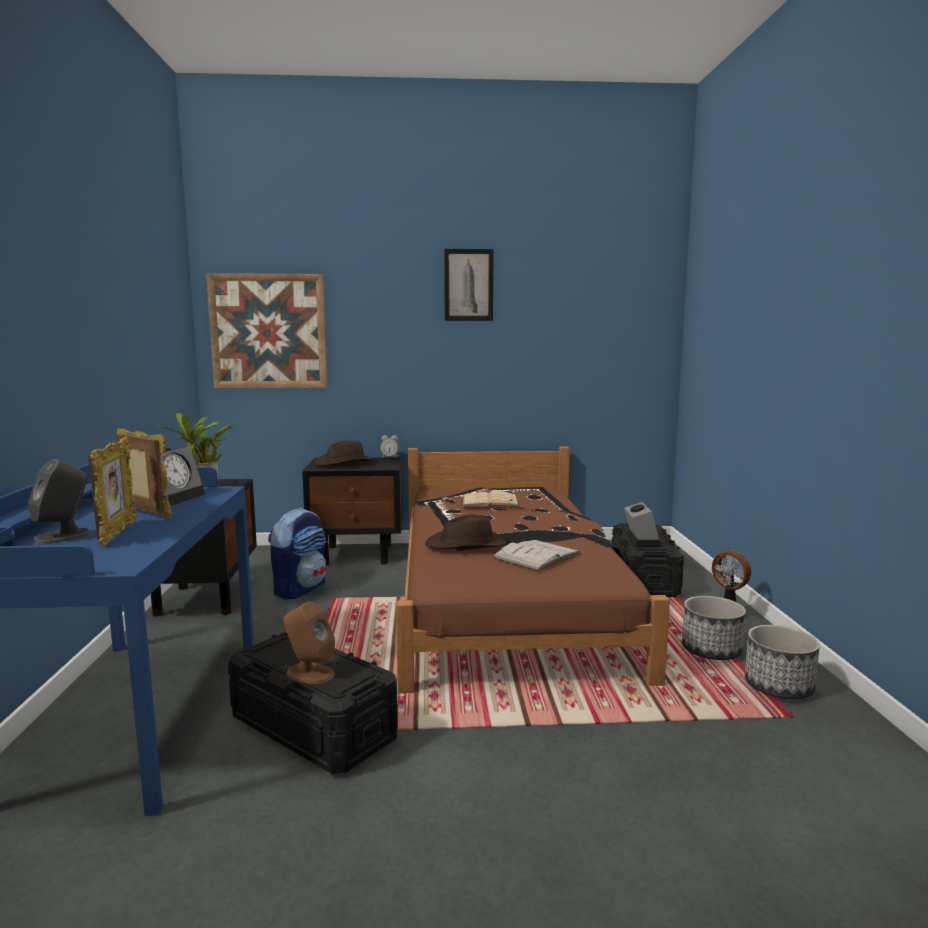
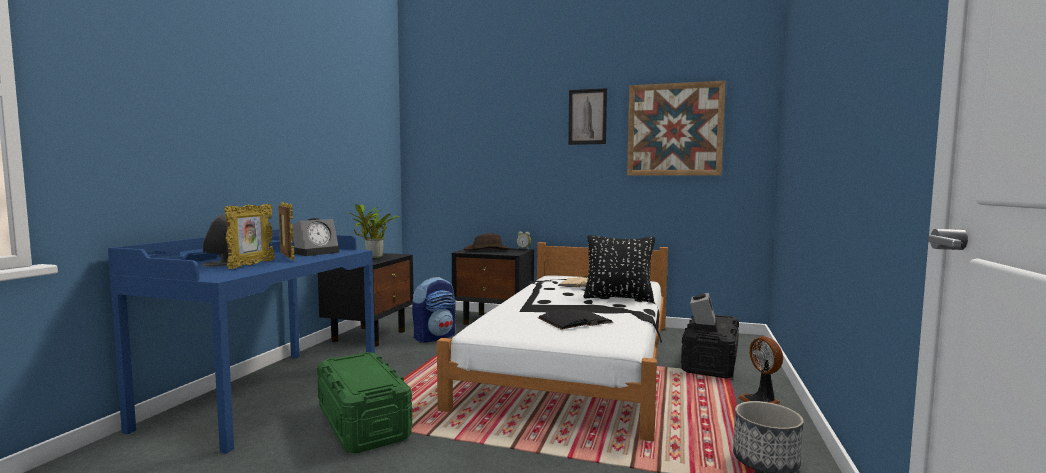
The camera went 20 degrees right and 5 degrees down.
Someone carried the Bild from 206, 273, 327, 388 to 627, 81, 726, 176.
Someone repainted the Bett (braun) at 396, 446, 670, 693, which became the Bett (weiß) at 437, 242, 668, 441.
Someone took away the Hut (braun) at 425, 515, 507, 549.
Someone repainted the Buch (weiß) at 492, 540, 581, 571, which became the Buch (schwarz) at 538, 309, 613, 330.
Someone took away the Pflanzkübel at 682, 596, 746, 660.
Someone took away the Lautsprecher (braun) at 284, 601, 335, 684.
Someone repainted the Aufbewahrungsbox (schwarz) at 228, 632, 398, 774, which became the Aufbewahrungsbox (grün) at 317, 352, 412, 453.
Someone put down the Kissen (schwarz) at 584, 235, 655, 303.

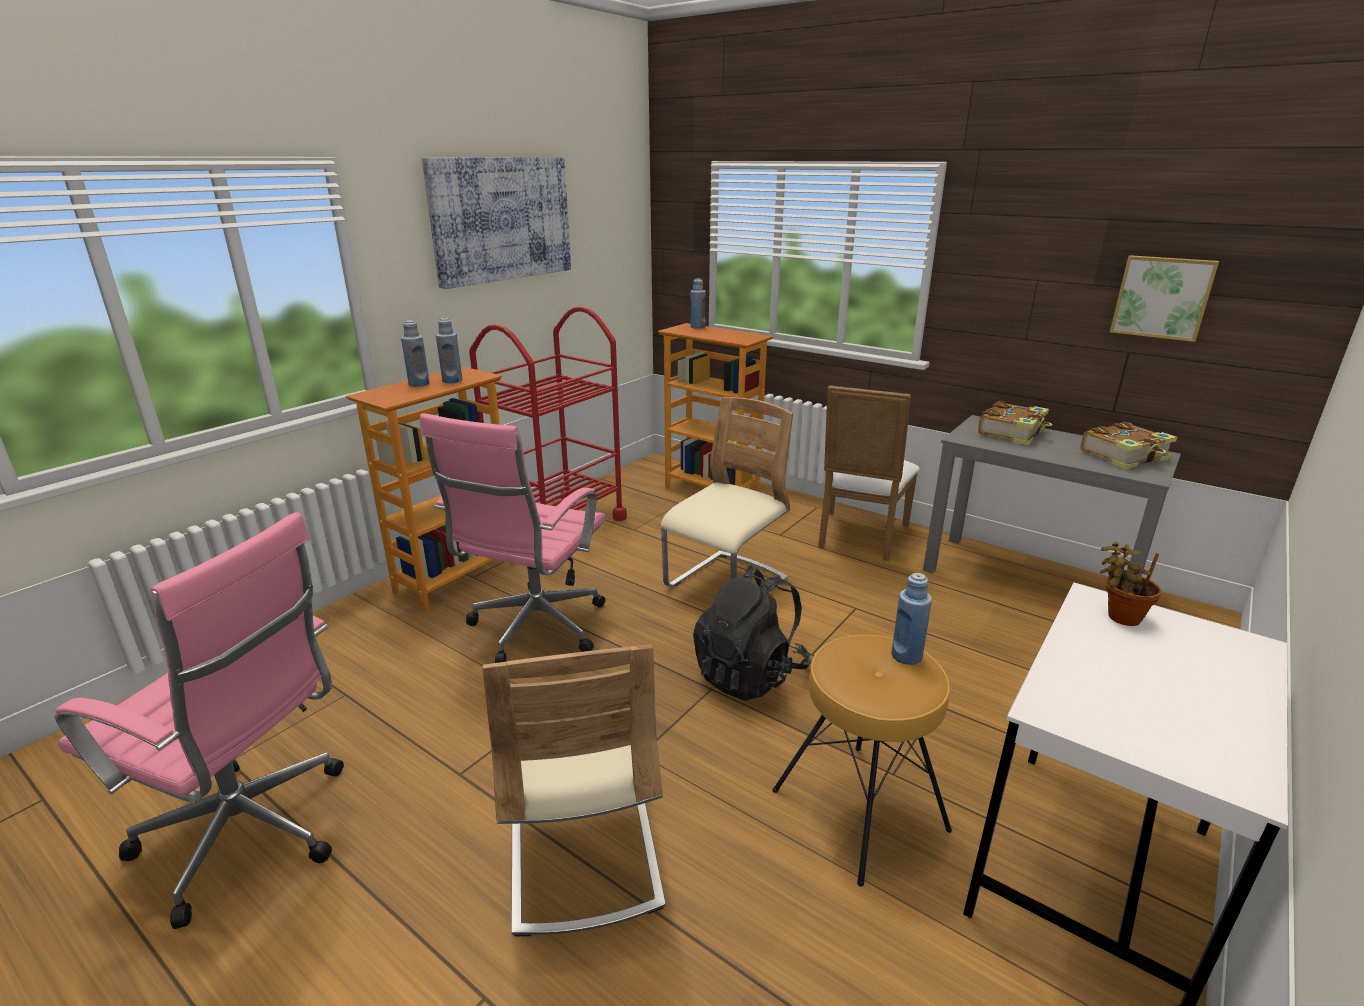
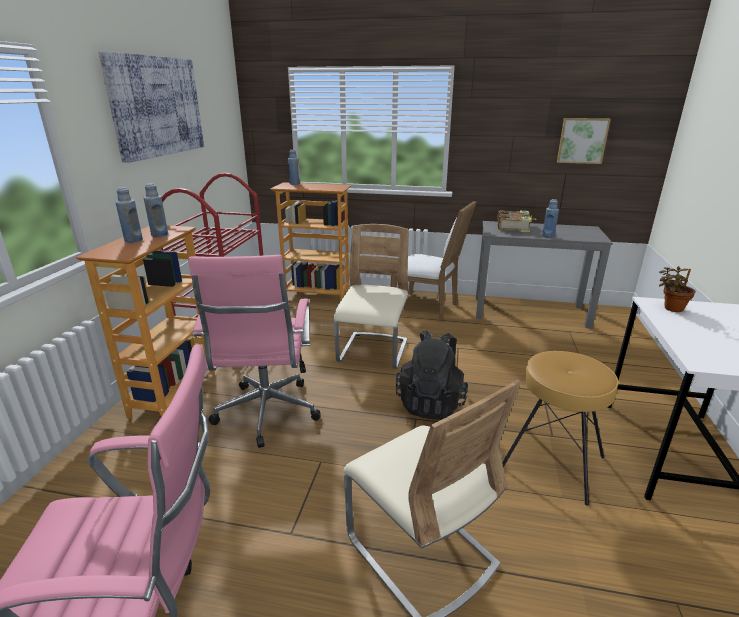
The camera went 25 degrees left and 0 degrees up.
Someone rotated the Stuhl (weiß) at 818, 385, 920, 561 by 60 degrees counterclockwise.
Someone took away the Buch at 1080, 422, 1177, 469.
Someone carried the Flasche (blau) from 892, 573, 932, 665 to 542, 199, 559, 238.

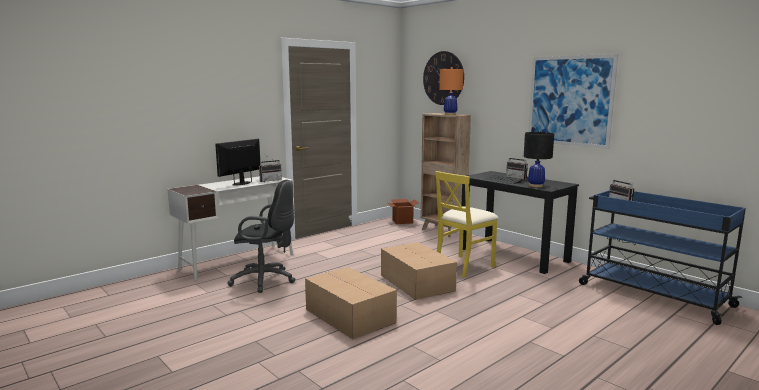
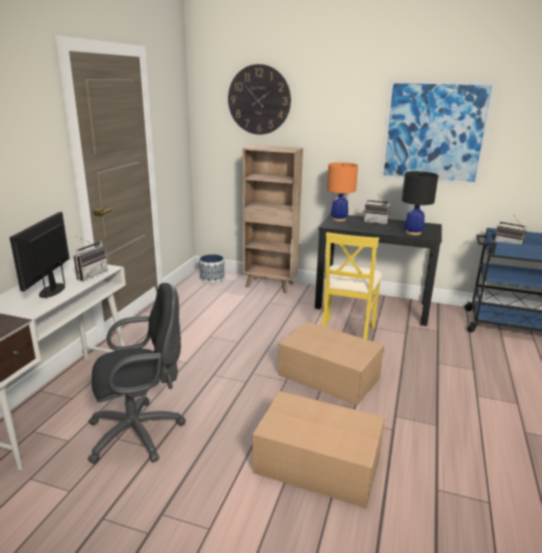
The camera went 30 degrees left and 10 degrees up.
Someone carried the Tischlampe (orange) from 439, 67, 464, 115 to 327, 162, 358, 222.
Someone swapped the Karton at 387, 199, 419, 224 for the Pflanzkübel at 199, 254, 224, 283.

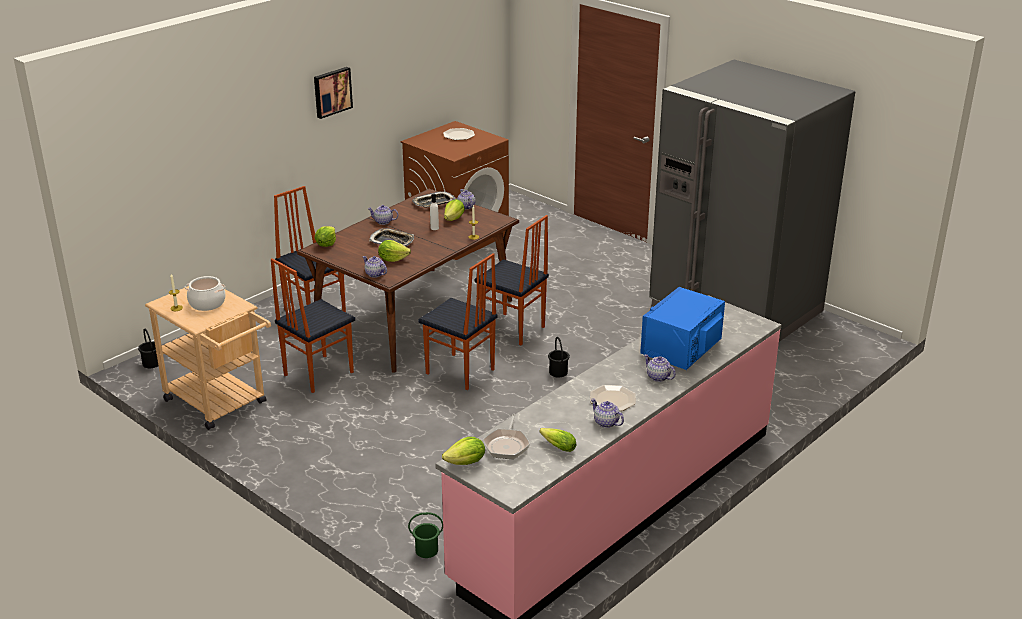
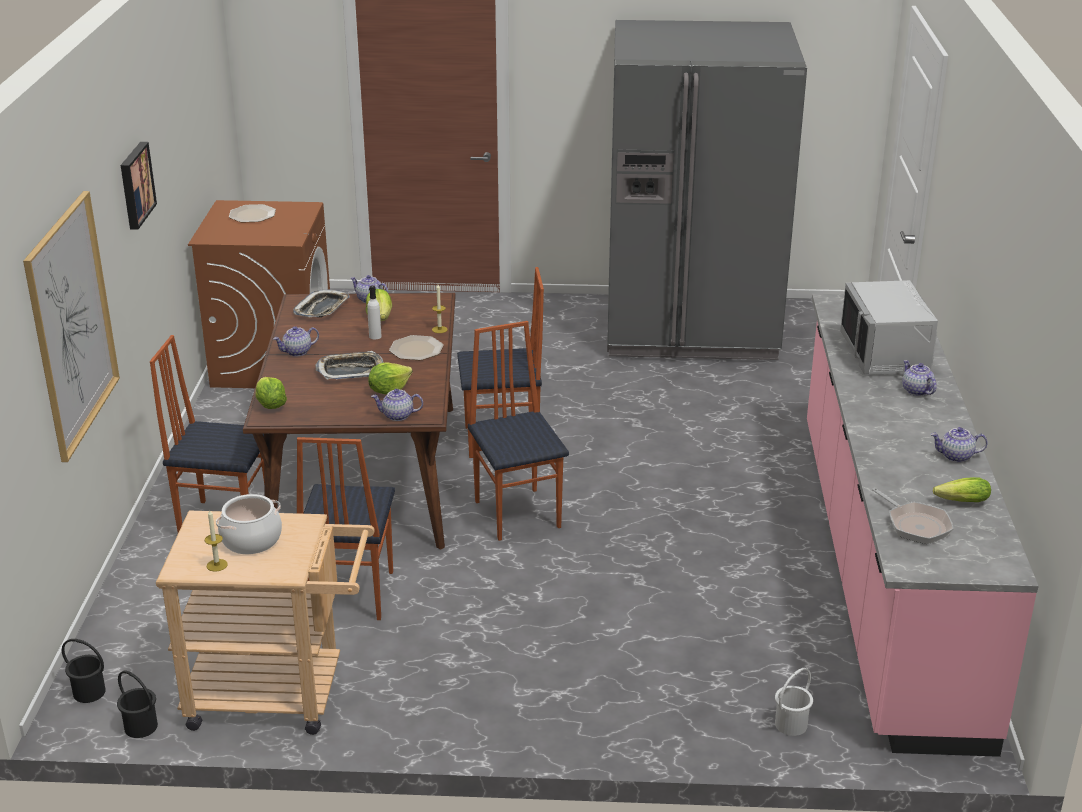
The camera went 40 degrees left and 0 degrees up.
Someone rotated the Stuhl at 418, 253, 498, 390 by 105 degrees counterclockwise.
Someone repainted the Mikrowelle (blau) at 640, 287, 725, 370, which became the Mikrowelle (grau) at 840, 280, 938, 374.
Someone carried the Eimer (schwarz) from 548, 337, 570, 377 to 117, 671, 158, 738.
Someone rotated the Teekanne at 644, 354, 676, 382 by 60 degrees clockwise.
Someone carried the Teller from 590, 385, 636, 411 to 389, 335, 444, 360.
Someone took away the Salatkopf at 442, 437, 485, 465.
Someone repainted the Eimer (grün) at 408, 512, 443, 558, which became the Eimer (weiß) at 775, 668, 813, 736.
Someone put up the Bild at 23, 191, 120, 462.

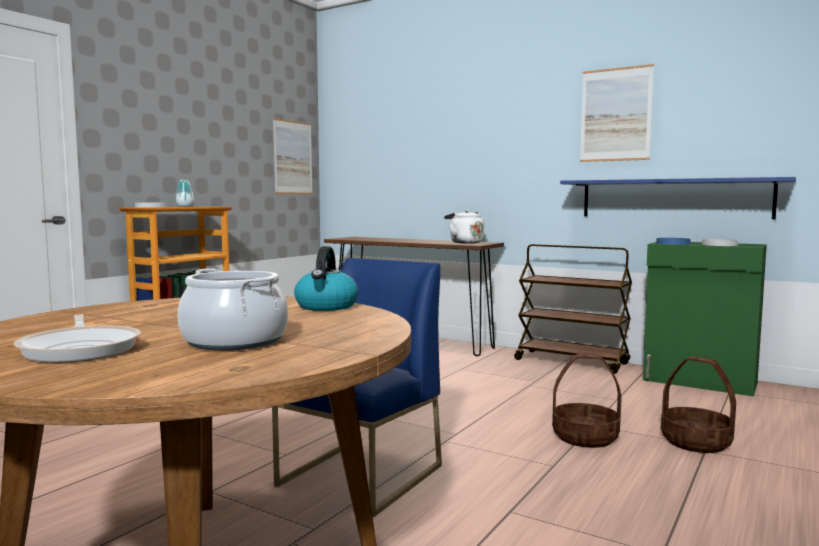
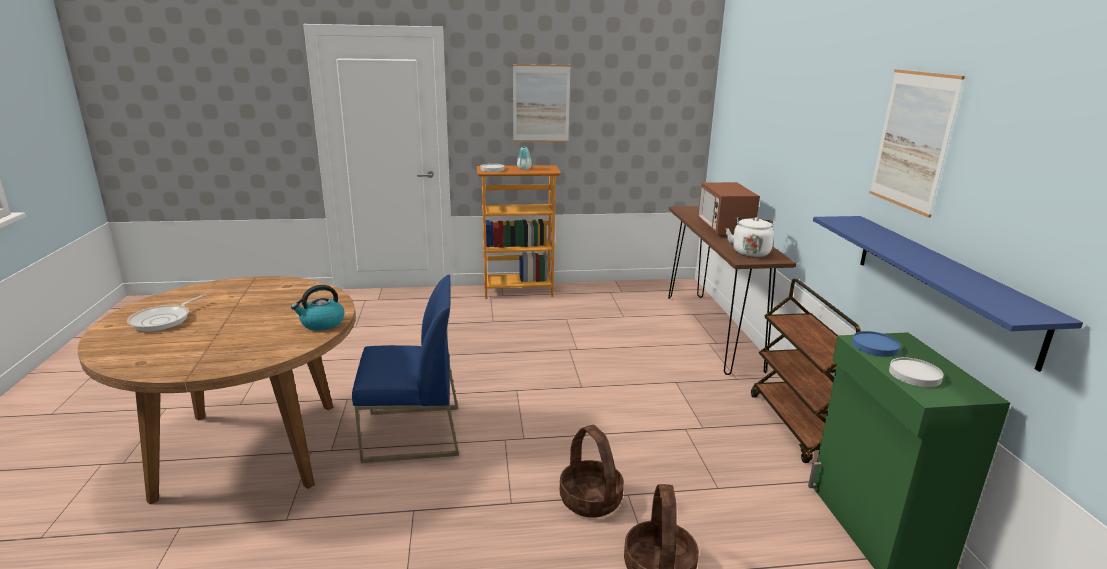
The camera went 50 degrees right and 15 degrees up.
Someone carried the Bild from 273, 118, 313, 194 to 513, 64, 571, 142.
Someone took away the Kochtopf at 178, 268, 288, 351.
Someone put down the Mikrowelle at 698, 182, 760, 237.

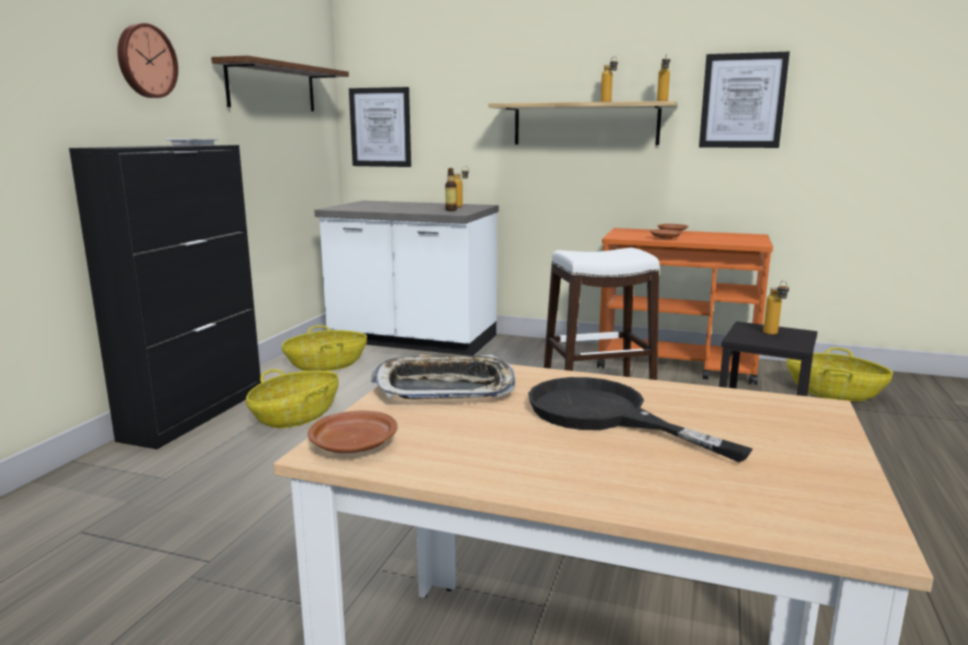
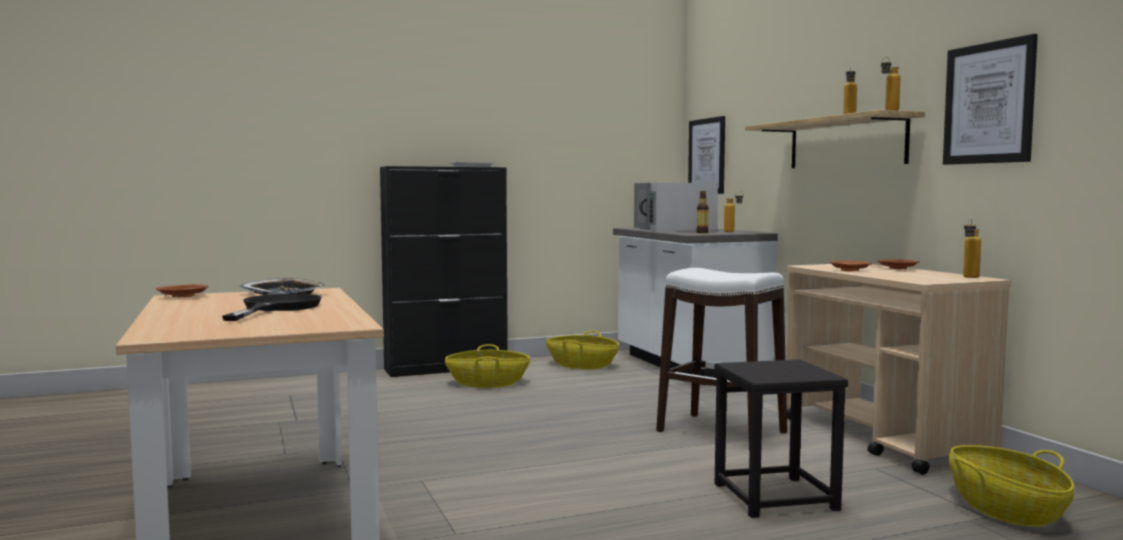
The camera went 50 degrees right and 10 degrees down.
Someone took away the Wanduhr at 117, 23, 178, 98.
Someone took away the Wandregal at 211, 55, 349, 111.
Someone repainted the Rollwagen (orange) at 597, 228, 773, 385, which became the Rollwagen (beige) at 786, 264, 1011, 475.
Someone carried the Flasche from 763, 281, 789, 335 to 963, 218, 981, 278.
Someone put down the Mikrowelle (weiß) at 634, 183, 718, 231.

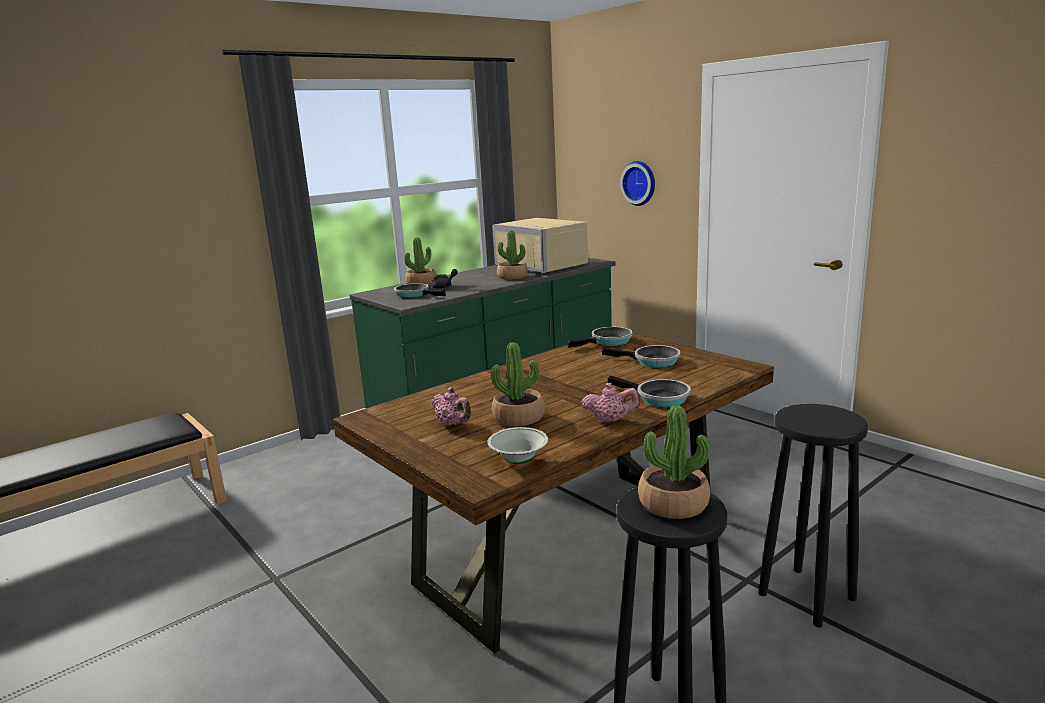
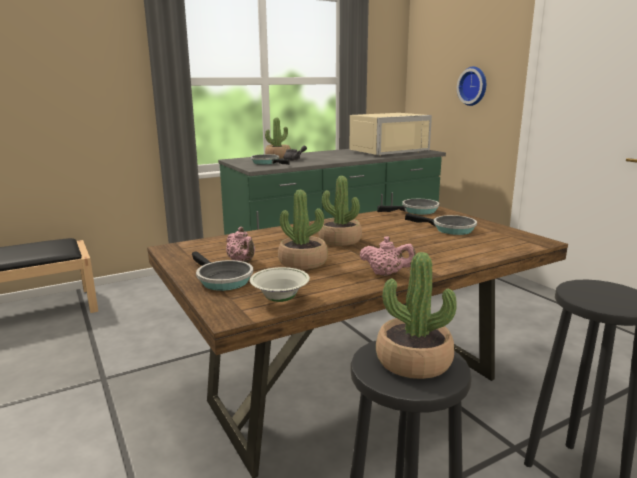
The camera went 10 degrees right and 0 degrees up.
Someone rotated the Mikrowelle (beige) at 492, 218, 591, 273 by 90 degrees counterclockwise.
Someone carried the Topfpflanze from 497, 230, 528, 280 to 318, 176, 362, 246.
Someone carried the Pfanne from 608, 375, 691, 407 to 192, 251, 253, 291.

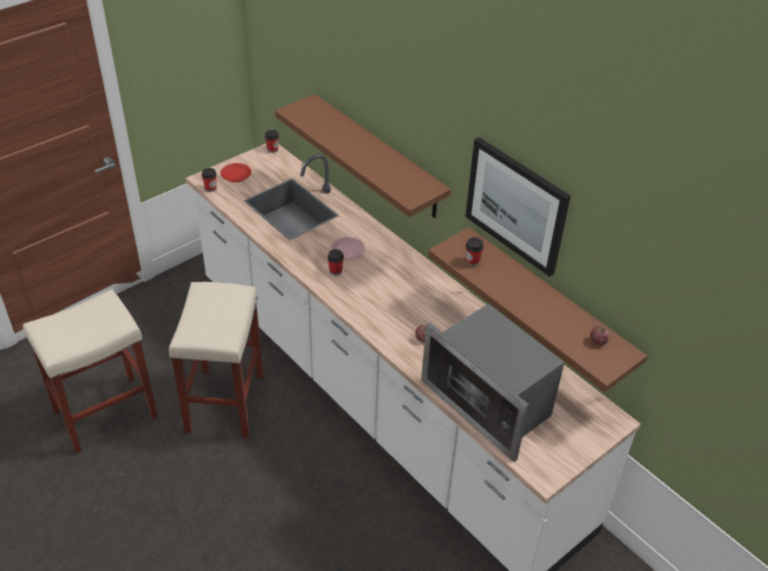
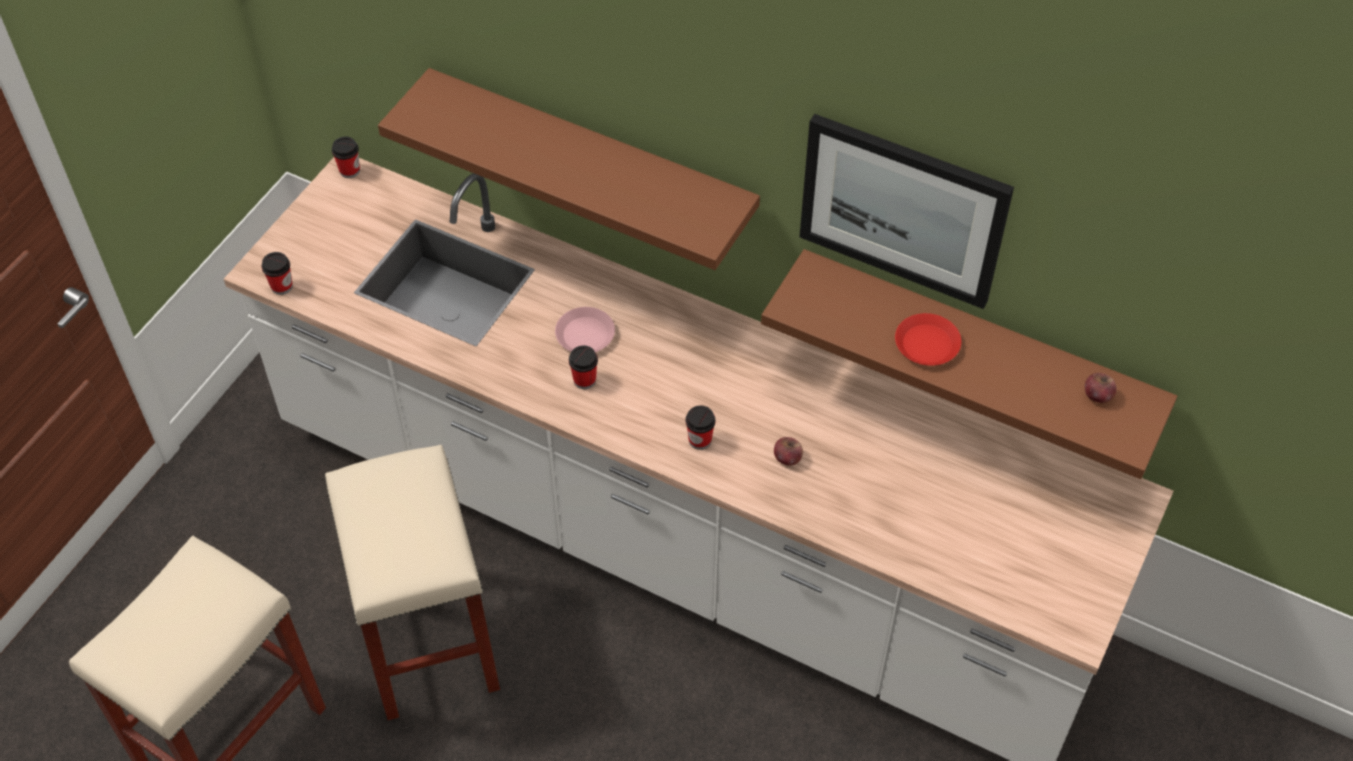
The camera went 20 degrees left and 10 degrees up.
Someone carried the Teller (rot) from 220, 163, 251, 182 to 895, 313, 961, 366.
Someone carried the Tasse from 466, 237, 484, 266 to 685, 405, 716, 450.
Someone took away the Mikrowelle at 421, 304, 565, 462.

